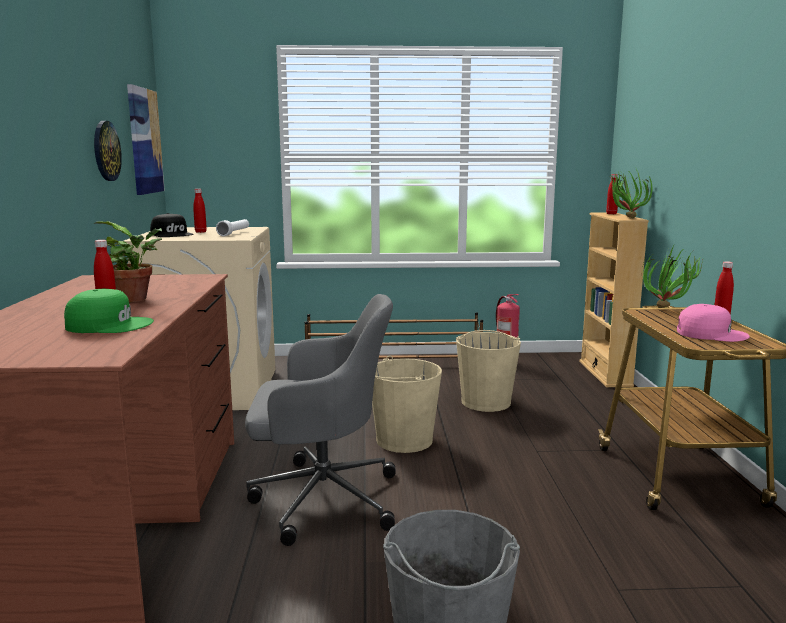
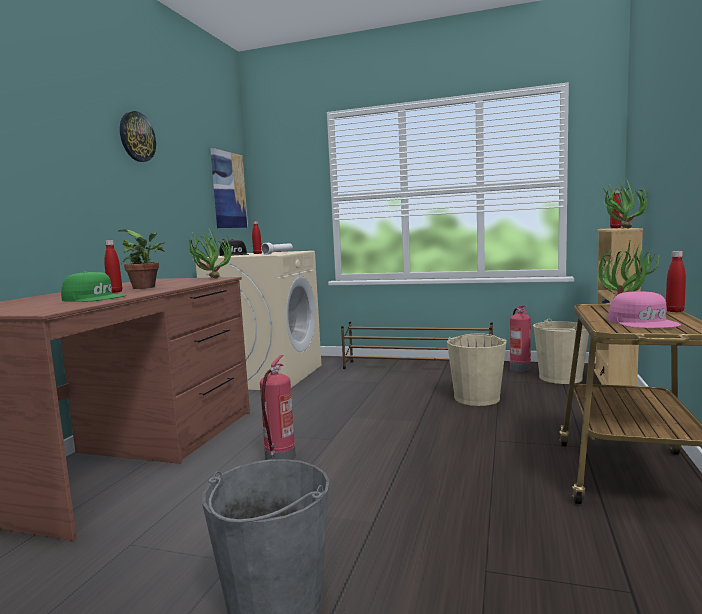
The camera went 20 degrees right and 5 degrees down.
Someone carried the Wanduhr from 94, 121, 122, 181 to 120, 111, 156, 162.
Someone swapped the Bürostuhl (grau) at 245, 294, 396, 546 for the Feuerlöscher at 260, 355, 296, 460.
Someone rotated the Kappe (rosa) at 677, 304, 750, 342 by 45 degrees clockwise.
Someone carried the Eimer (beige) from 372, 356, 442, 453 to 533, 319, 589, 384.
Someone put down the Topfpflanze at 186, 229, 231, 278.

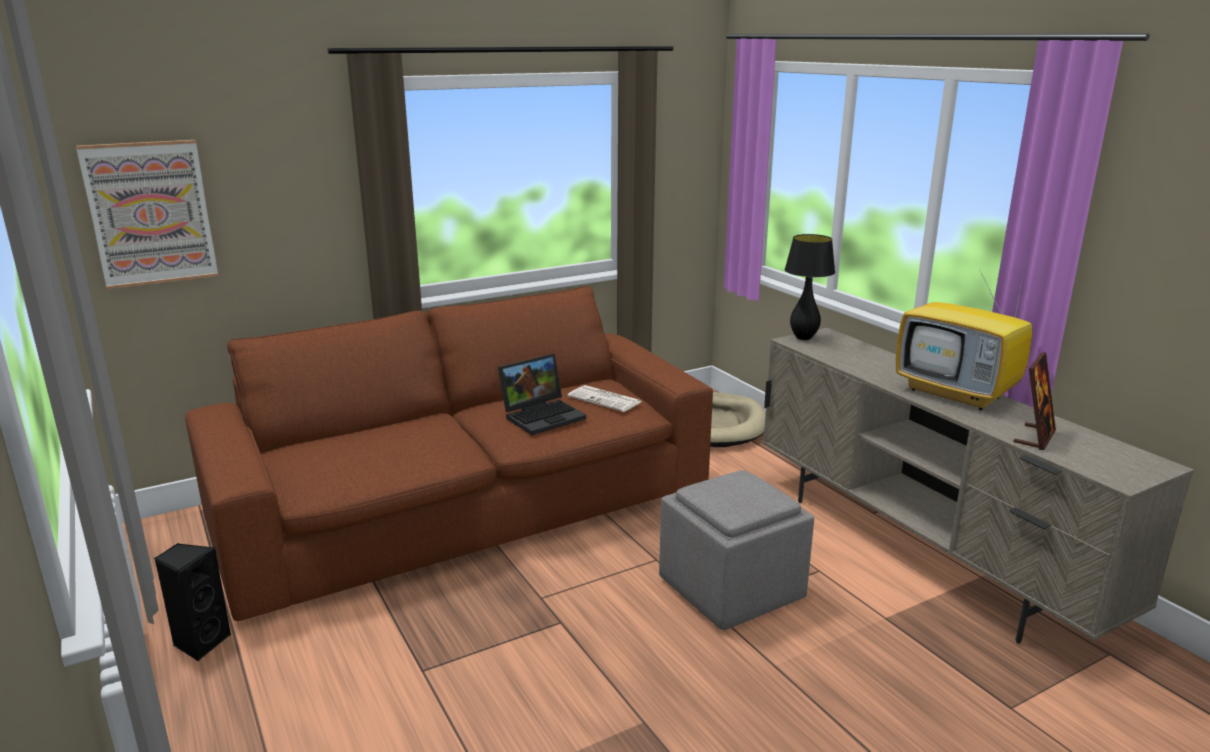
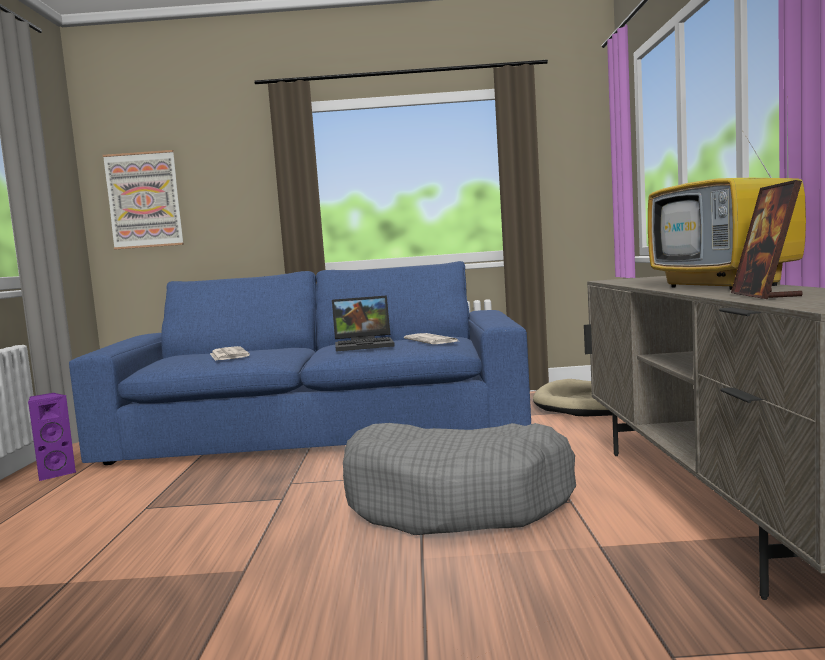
The camera went 30 degrees right and 15 degrees down.
Someone took away the Tischlampe (schwarz) at 785, 234, 835, 340.
Someone repainted the Sofa (braun) at 185, 286, 713, 621, which became the Sofa (blau) at 69, 261, 531, 465.
Someone rotated the Bilderrahmen at 1013, 352, 1056, 450 by 120 degrees clockwise.
Someone swapped the Polsterhocker (grau) at 659, 470, 814, 630 for the Hundebett (grau) at 343, 423, 576, 535.
Someone repainted the Lautsprecher (schwarz) at 154, 543, 231, 661, which became the Lautsprecher (lila) at 28, 393, 77, 481.
Someone put down the Zeitung at 210, 346, 250, 361.

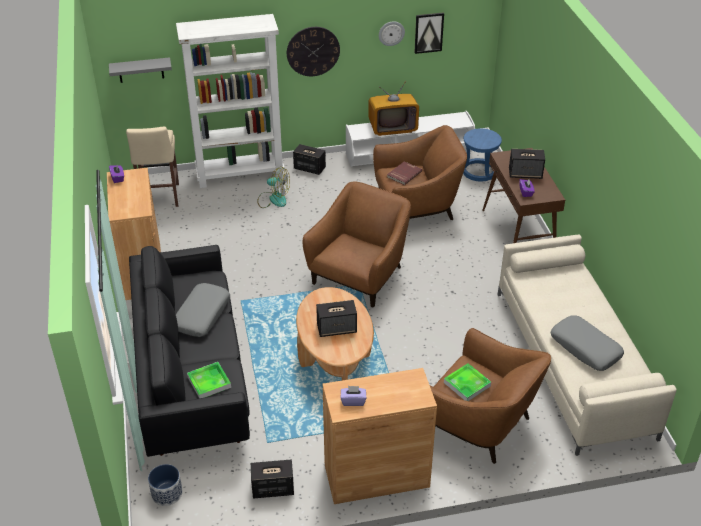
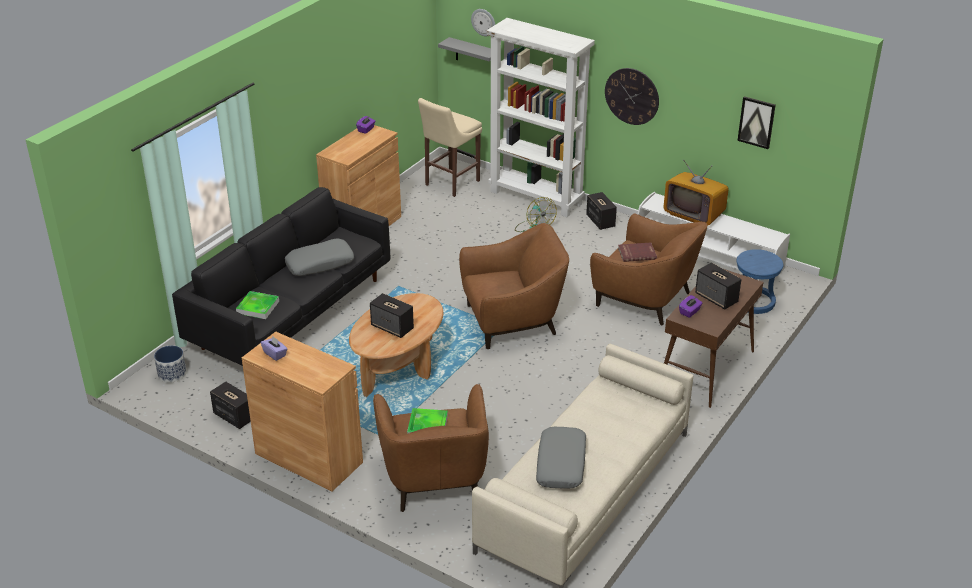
The camera went 45 degrees right and 5 degrees down.
Someone carried the Wanduhr from 379, 21, 405, 46 to 471, 9, 495, 36.

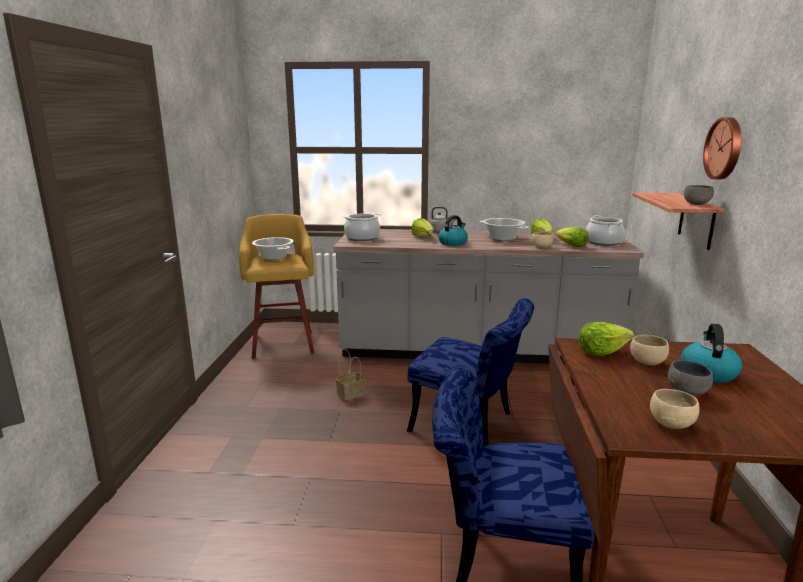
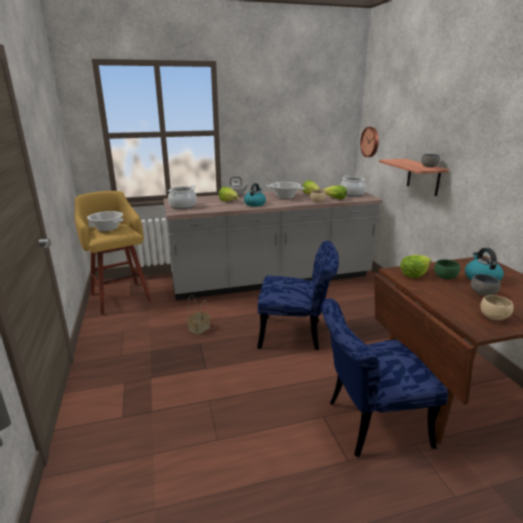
The camera went 20 degrees left and 5 degrees up.
Someone carried the Wanduhr from 703, 117, 741, 179 to 360, 127, 379, 157.
Someone repainted the Schüssel (beige) at 630, 335, 669, 366, which became the Schüssel (grün) at 434, 259, 460, 279.

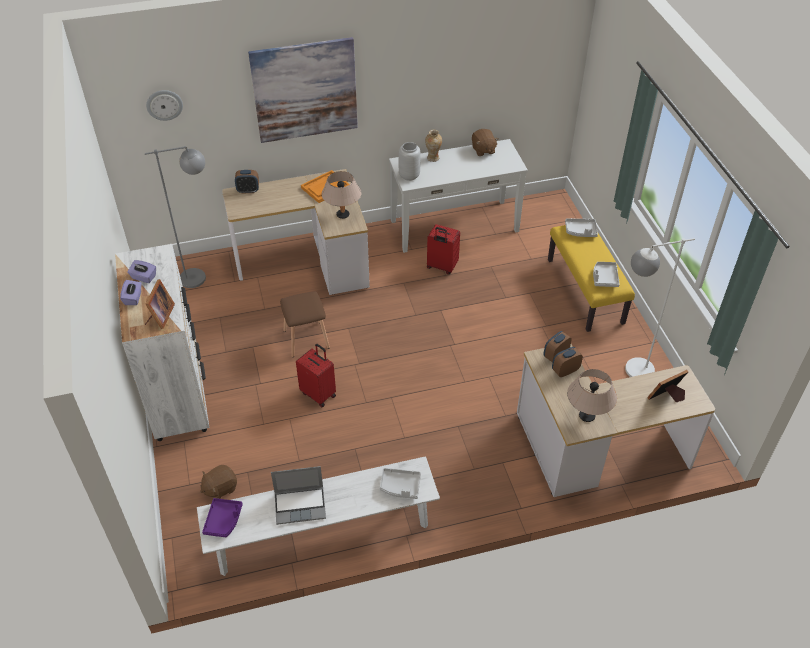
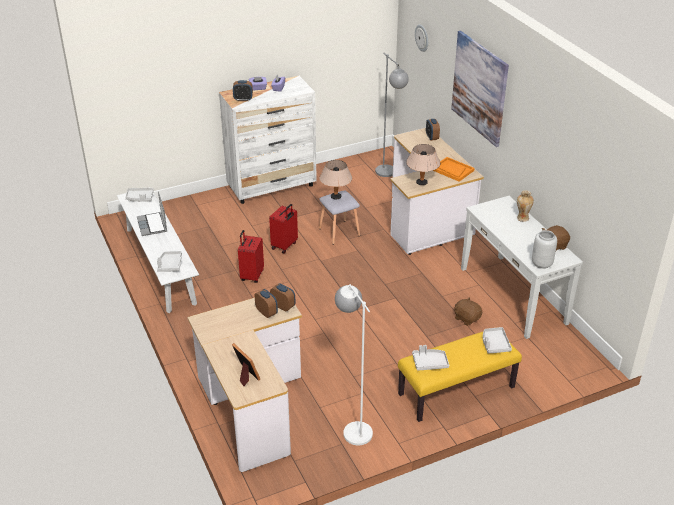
The camera went 80 degrees right and 10 degrees down.
Someone carried the Vase (grau) from 399, 142, 421, 181 to 532, 230, 557, 269.
Someone carried the Koffer (rot) from 427, 224, 460, 274 to 238, 230, 264, 283.
Someone swapped the Bilderrahmen at 145, 279, 175, 329 for the Wecker at 233, 80, 253, 101.
Someone repainted the Hocker (braun) at 280, 291, 330, 357, which became the Hocker (grau) at 319, 191, 360, 244.
Someone carried the Tischlampe (beige) from 567, 369, 617, 422 to 320, 160, 352, 199.
Someone carried the Plüschtier (braun) from 200, 465, 237, 499 to 454, 297, 482, 326.
Someone repainted the Tablett (lila) at 202, 498, 243, 537, which became the Tablett (grau) at 125, 188, 154, 202.

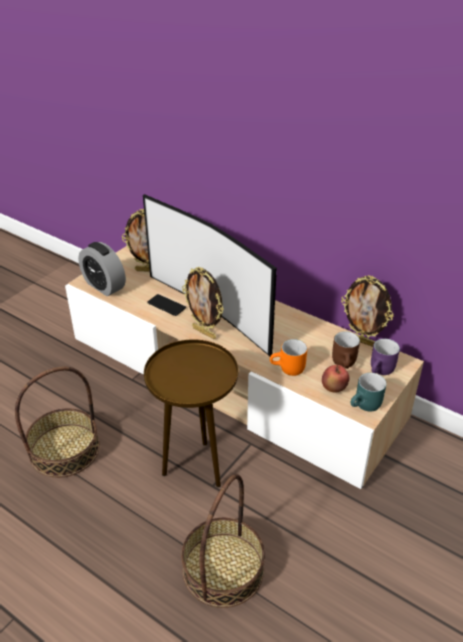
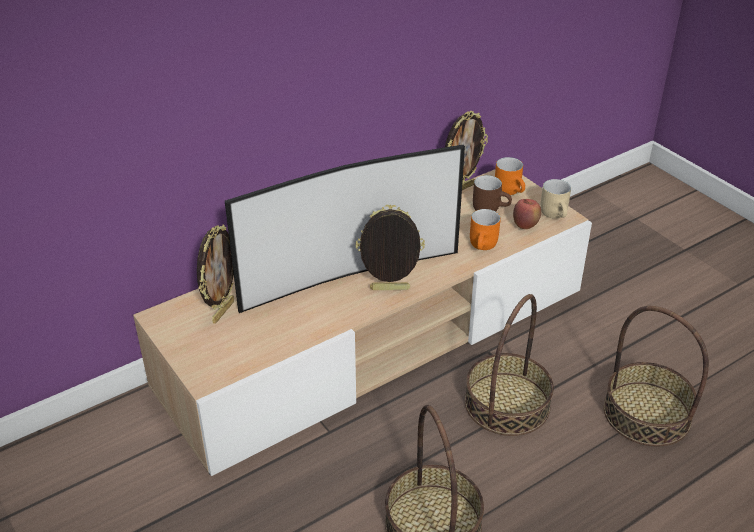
The camera went 70 degrees left and 0 degrees up.
Someone took away the Wecker at 78, 242, 126, 296.
Someone rotated the Bilderrahmen at 182, 267, 224, 339 by 150 degrees counterclockwise.
Someone took away the Handy at 147, 294, 186, 316.
Someone swapped the Beistelltisch (braun) at 144, 339, 238, 487 for the Korb at 465, 294, 554, 436.
Someone repainted the Henkelbecher (lila) at 371, 339, 400, 375, which became the Henkelbecher (orange) at 495, 157, 525, 195.
Someone repainted the Henkelbecher (türkis) at 351, 373, 386, 412, which became the Henkelbecher (beige) at 540, 179, 571, 219.

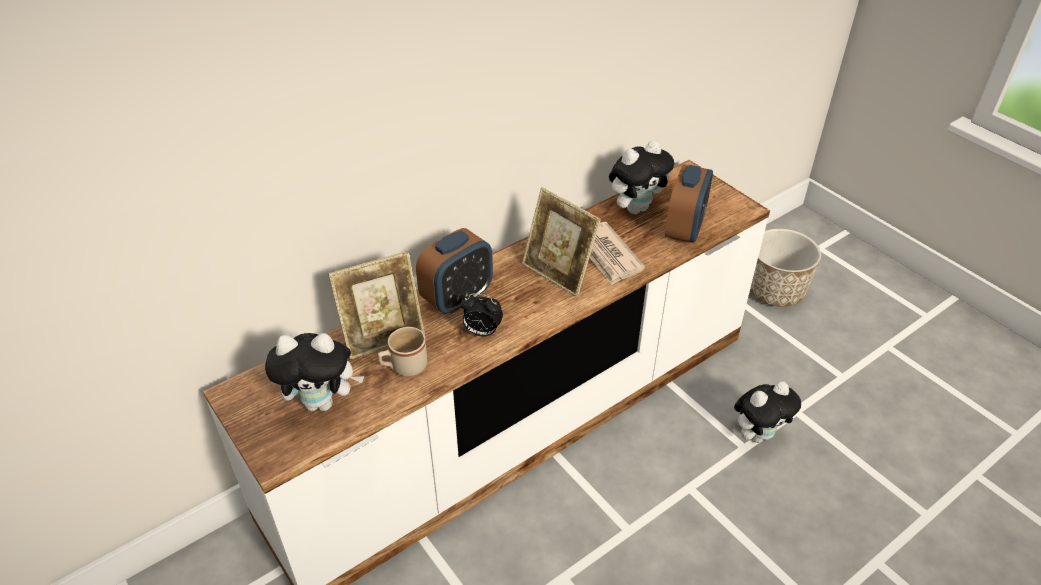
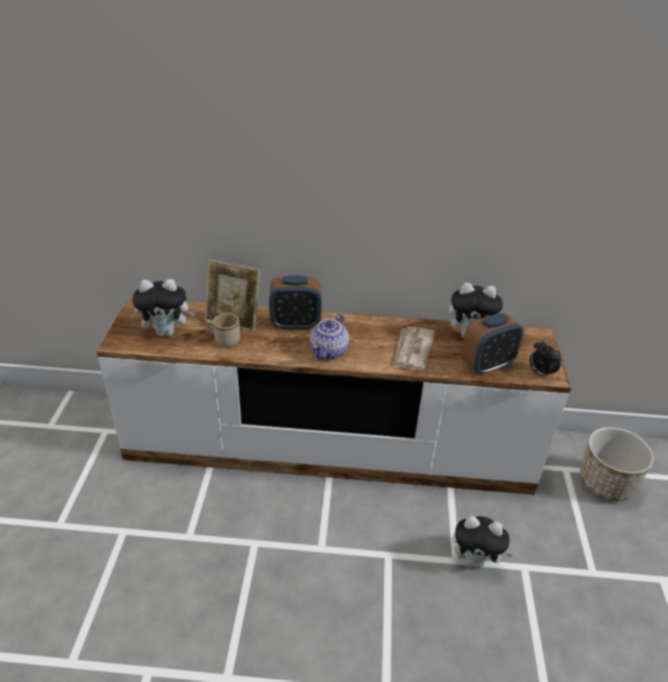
The camera went 40 degrees right and 5 degrees down.
Someone took away the Bilderrahmen at 522, 187, 601, 297.
Someone carried the Wecker from 461, 293, 503, 336 to 530, 340, 561, 378.
Someone rotated the Plüschtier at 265, 333, 364, 411 by 45 degrees counterclockwise.
Someone put down the Teekanne at 310, 313, 349, 360.

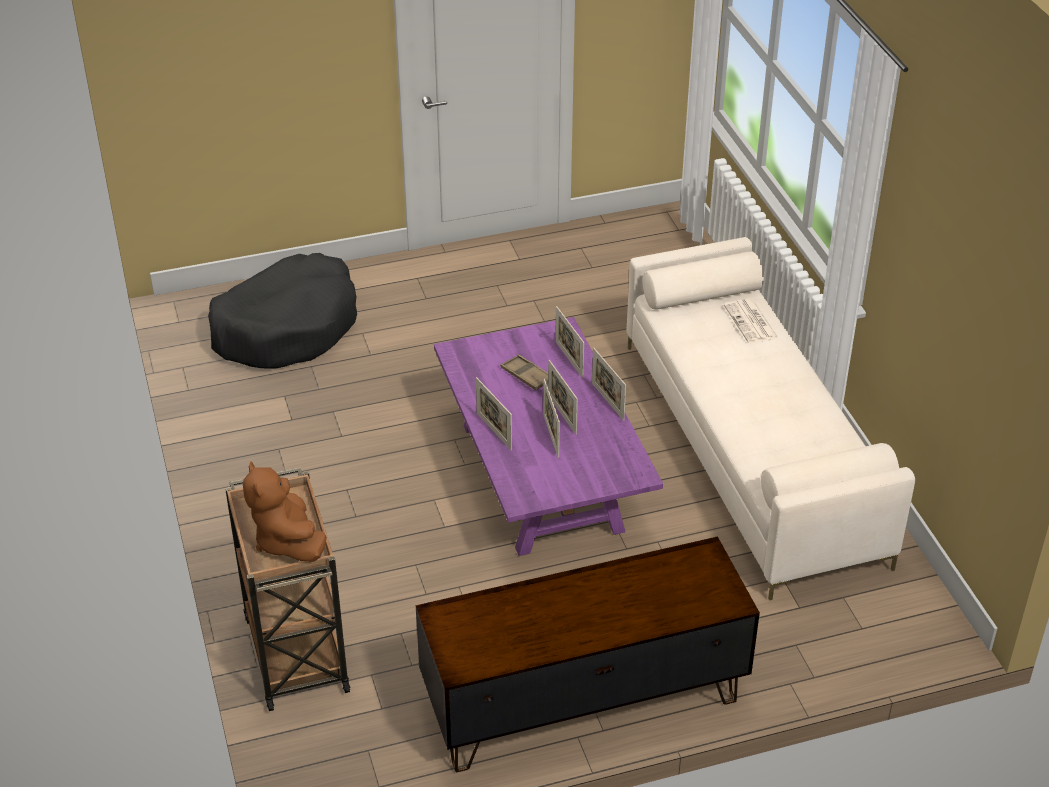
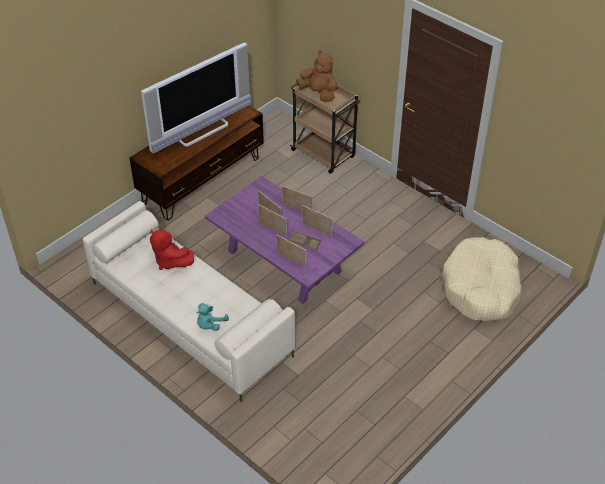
The camera went 150 degrees right and 5 degrees up.
Someone repainted the Hundebett (schwarz) at 208, 253, 357, 368, which became the Hundebett (beige) at 441, 237, 522, 321.
Someone swapped the Zeitung at 724, 299, 779, 343 for the Plüschtier (türkis) at 197, 303, 229, 331.
Someone carried the Bilderrahmen from 592, 348, 626, 421 to 302, 205, 333, 236.
Someone put down the Fernseher at 141, 42, 251, 154.
Someone put down the Plüschtier (rot) at 150, 229, 194, 270.

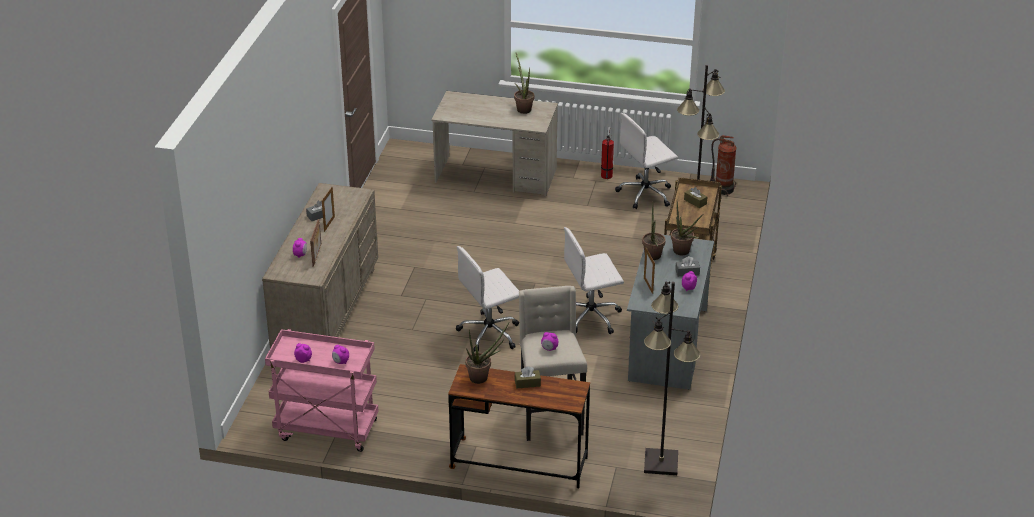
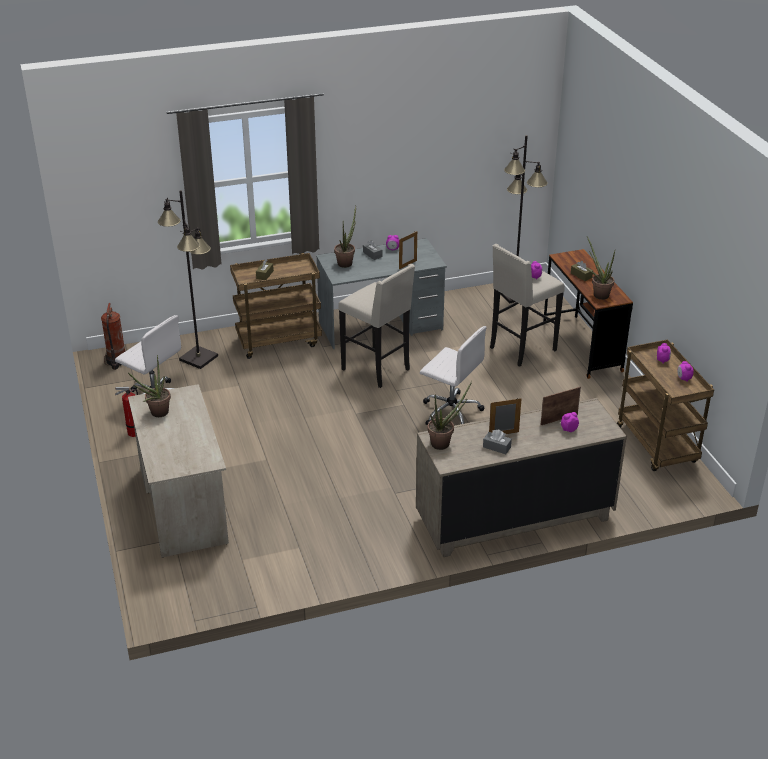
The camera went 120 degrees left and 0 degrees up.
Someone carried the Topfpflanze from 642, 202, 666, 260 to 428, 381, 472, 450.
Someone swapped the Bürostuhl (weiß) at 564, 227, 624, 334 for the Hocker (beige) at 338, 264, 415, 388.
Someone repainted the Rollwagen (rosa) at 265, 329, 378, 452, which became the Rollwagen (braun) at 617, 340, 714, 471.

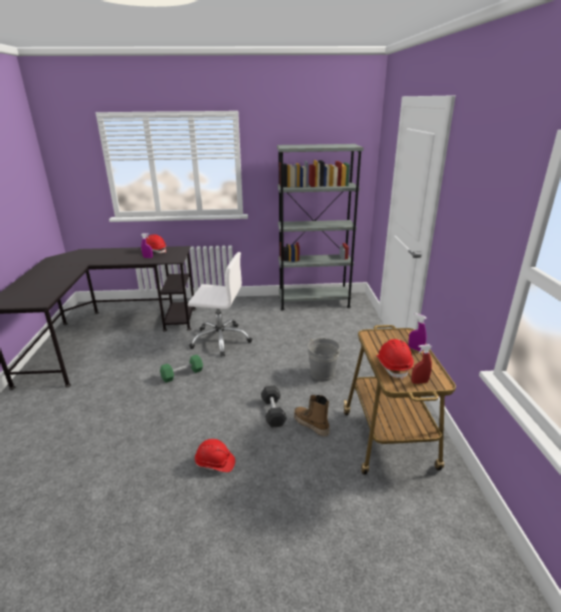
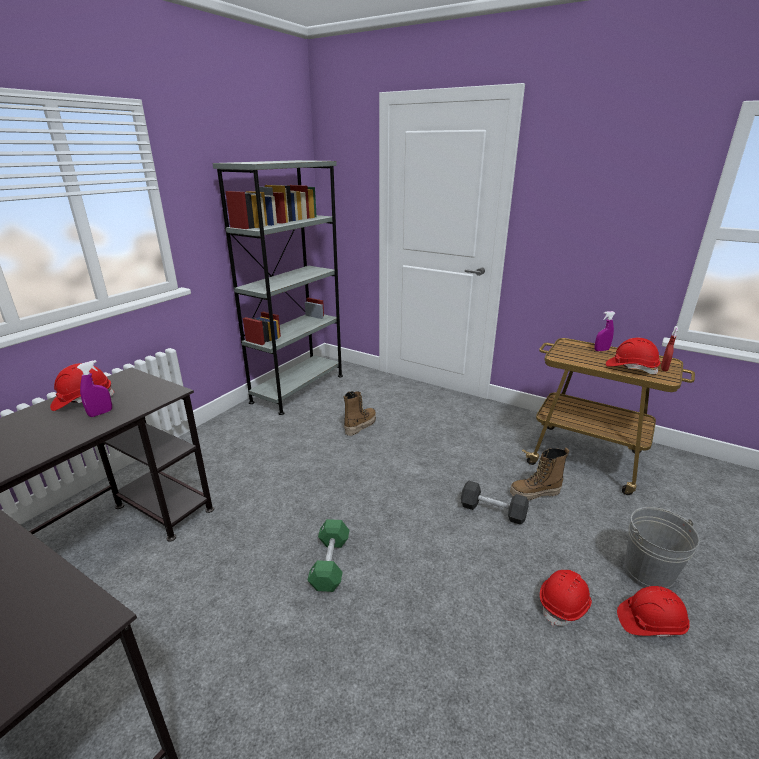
The camera went 55 degrees left and 0 degrees up.
Someone took away the Bürostuhl (weiß) at 188, 252, 252, 357.
Someone carried the Eimer (grau) from 308, 338, 340, 381 to 624, 507, 700, 589.
Someone put down the Stiefel at 344, 391, 376, 436.
Someone put down the Schutzhelm (rot) at 617, 586, 690, 637.

